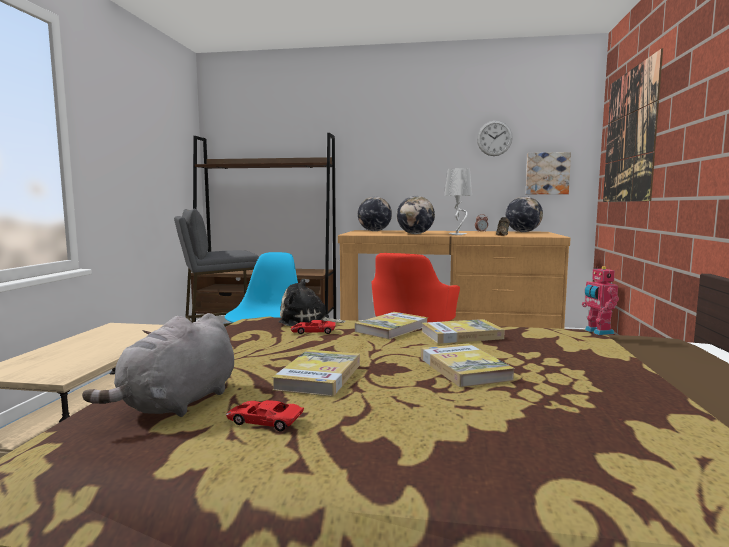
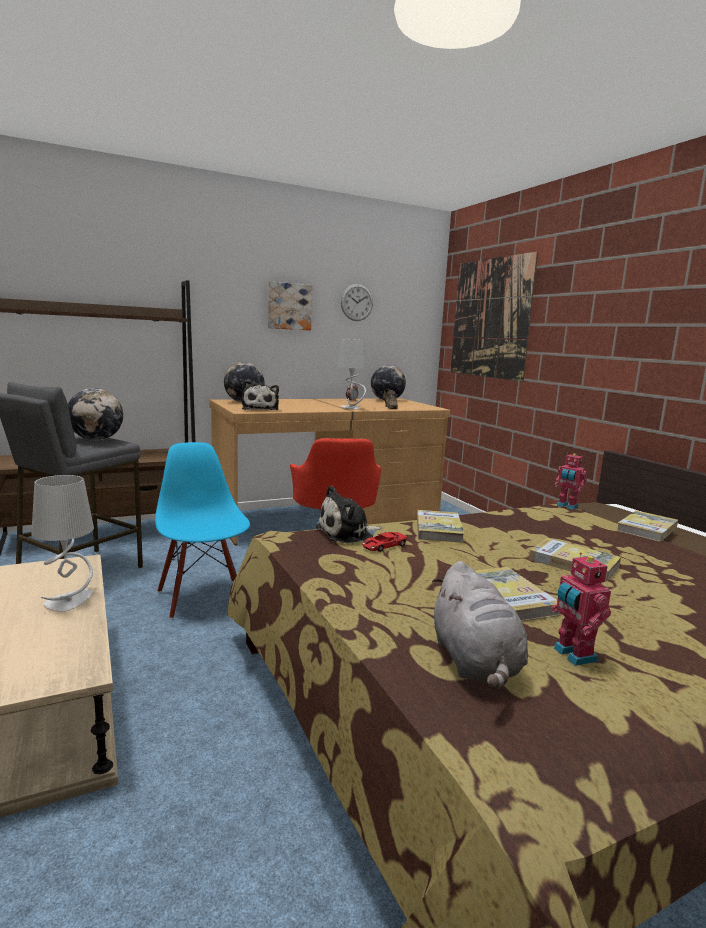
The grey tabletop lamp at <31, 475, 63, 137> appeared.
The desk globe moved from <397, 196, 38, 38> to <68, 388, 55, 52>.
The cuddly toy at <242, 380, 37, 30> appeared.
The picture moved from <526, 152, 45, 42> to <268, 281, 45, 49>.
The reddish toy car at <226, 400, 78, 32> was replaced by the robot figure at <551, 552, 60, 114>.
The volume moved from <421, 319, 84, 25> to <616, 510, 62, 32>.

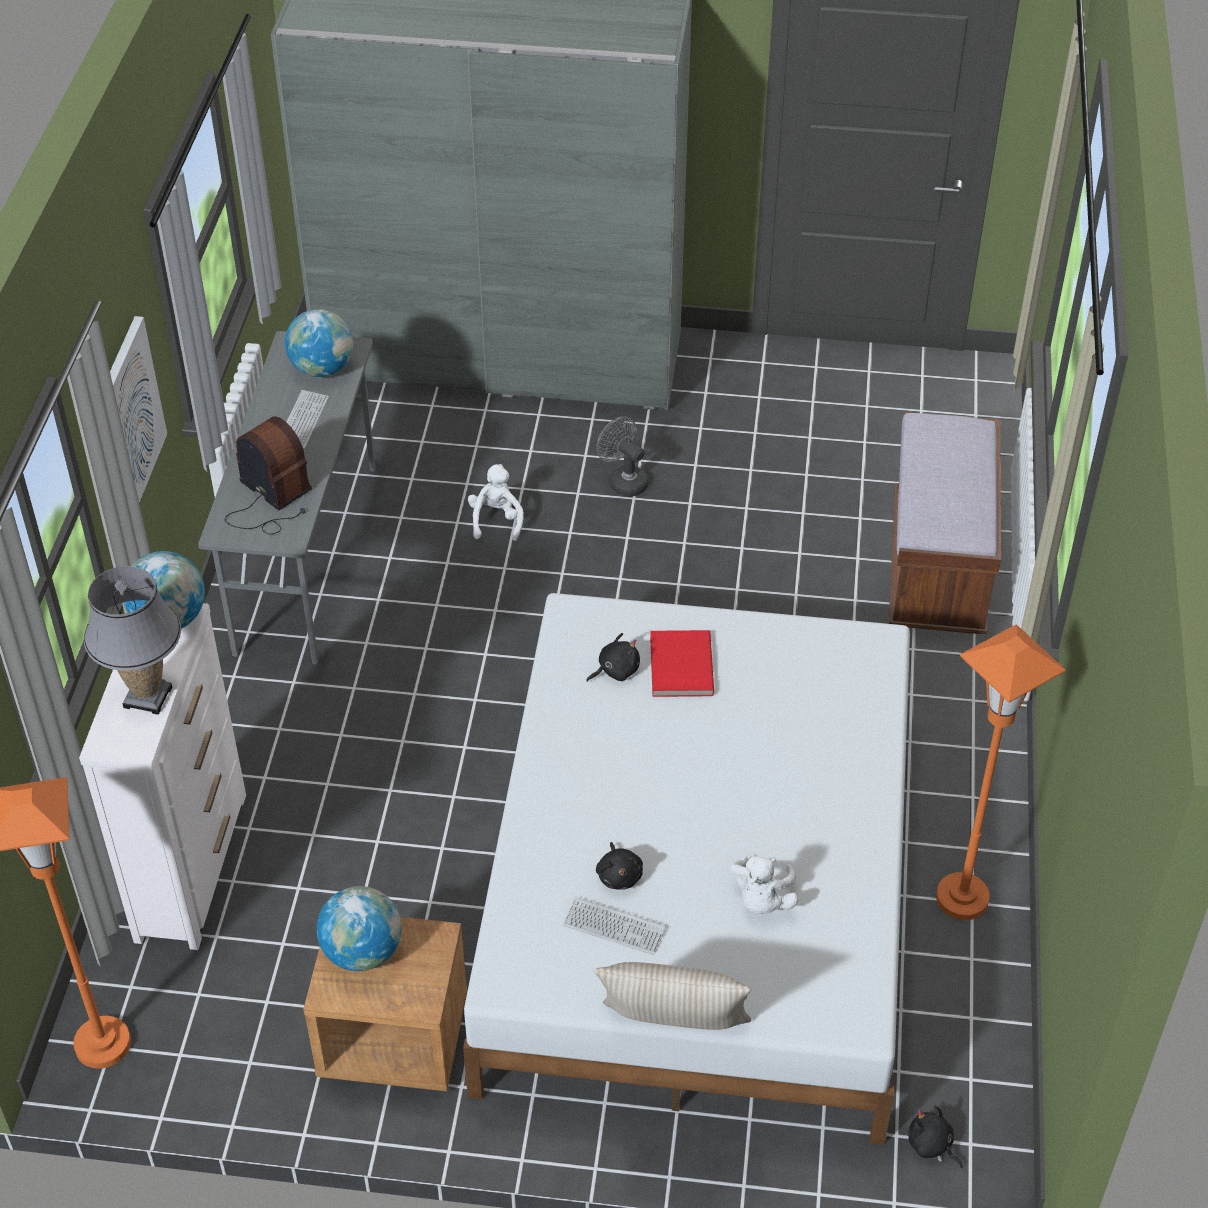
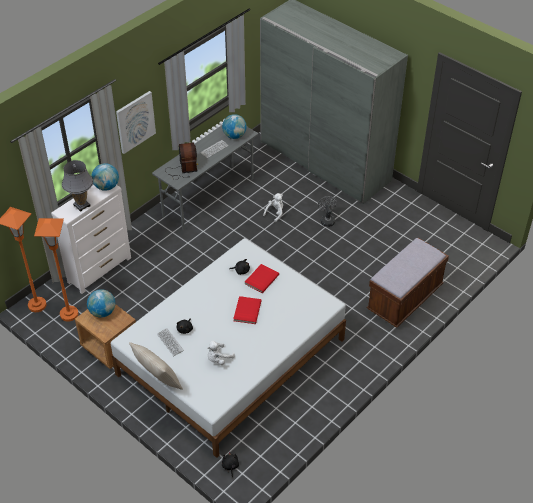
The orange-coloured standard lamp moved from <936, 624, 130, 296> to <34, 218, 44, 104>.
The reddish volume at <233, 296, 29, 28> appeared.

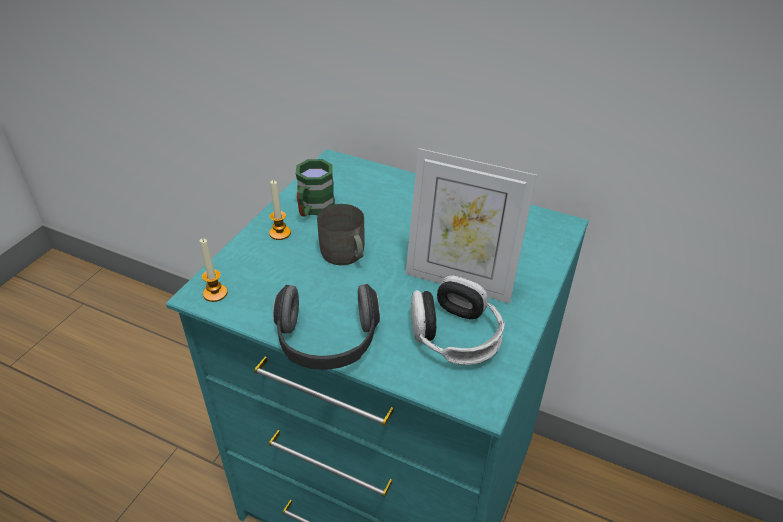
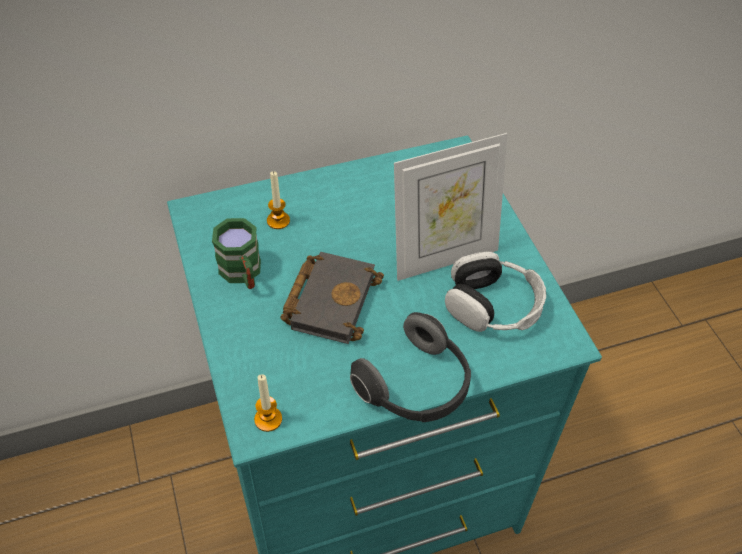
The wax light moved from <269, 180, 22, 60> to <267, 171, 23, 58>.
The grey coffee mug at <317, 204, 48, 61> was replaced by the blackish volume at <280, 252, 104, 92>.

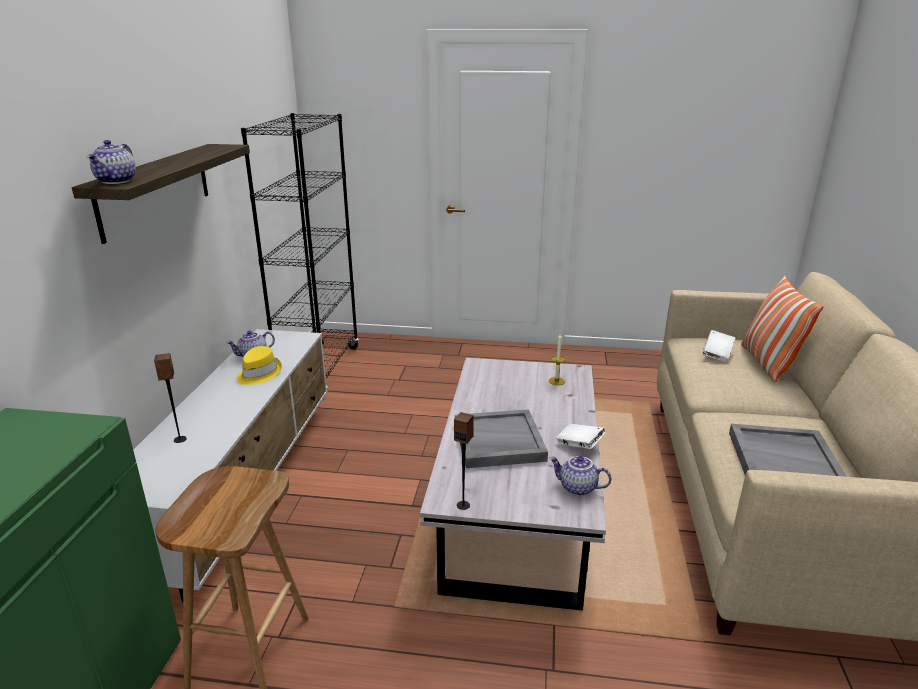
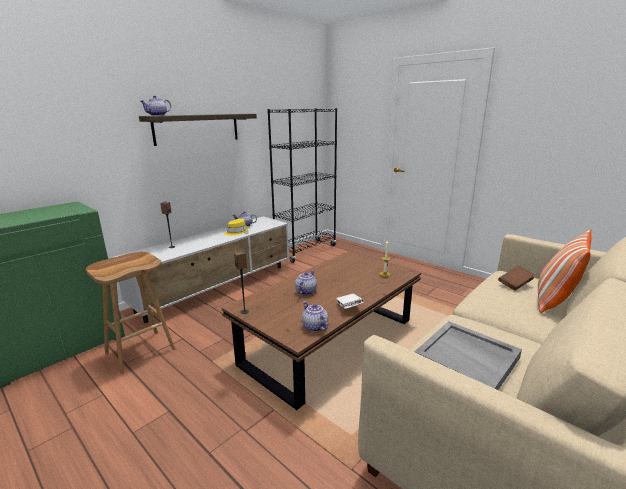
The white lounge table at <420, 357, 186, 253> became the brown-coloured lounge table at <222, 251, 199, 159>.
The grey serving tray at <455, 409, 93, 59> was replaced by the tea pot at <295, 271, 22, 24>.
The white volume at <702, 330, 33, 32> became the brown-coloured volume at <498, 266, 37, 25>.

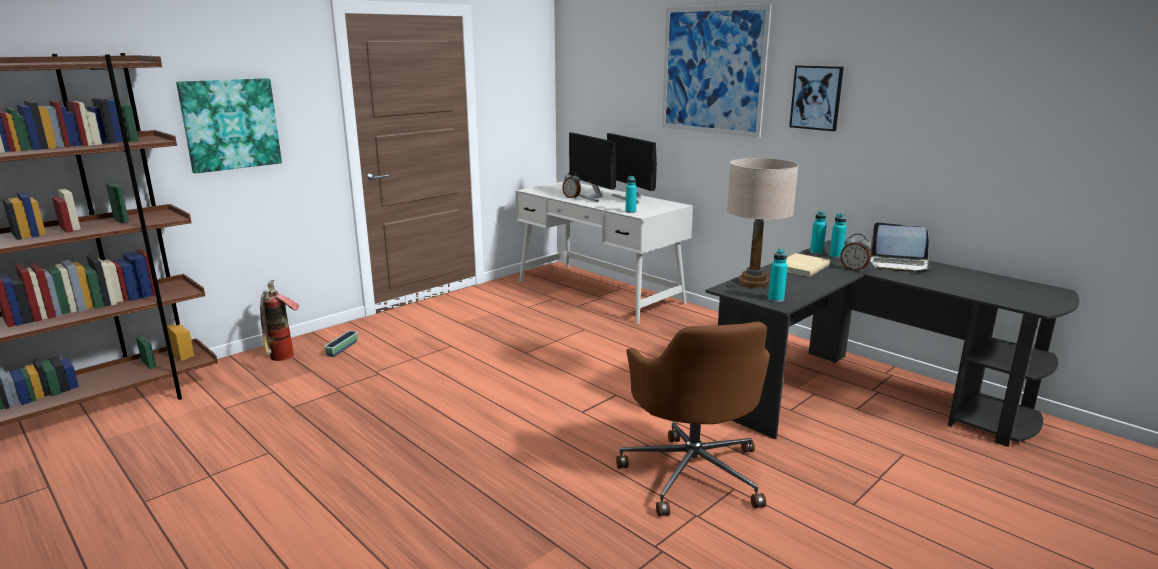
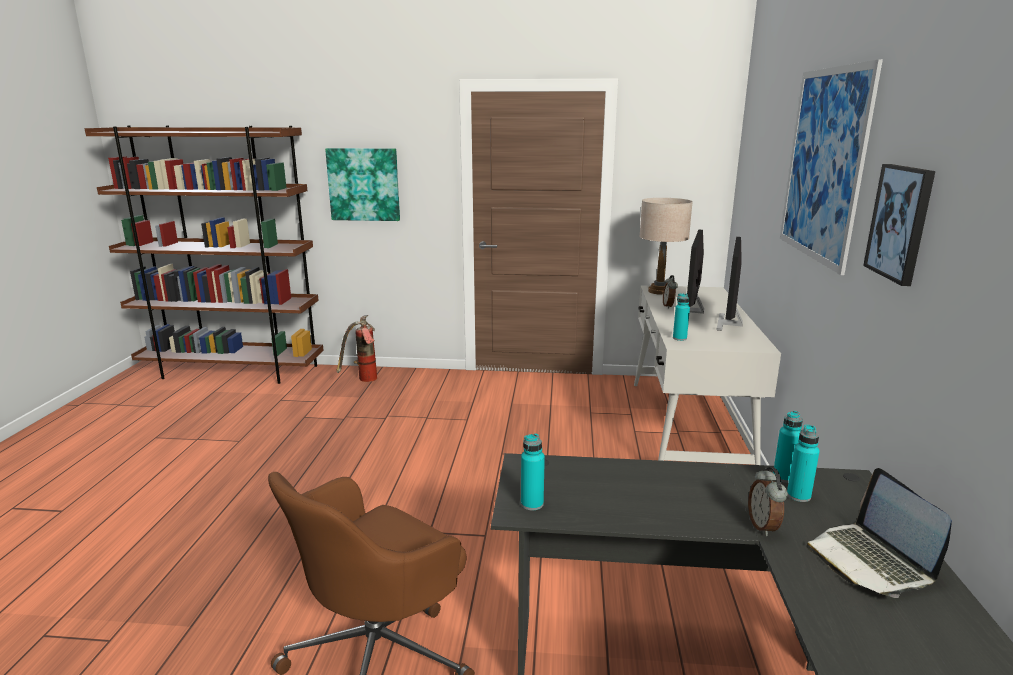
The sand-coloured tabletop lamp moved from <727, 158, 72, 130> to <639, 198, 54, 97>.
The plant pot at <324, 331, 34, 26> disappeared.
The sand-coloured volume at <786, 253, 44, 24> disappeared.

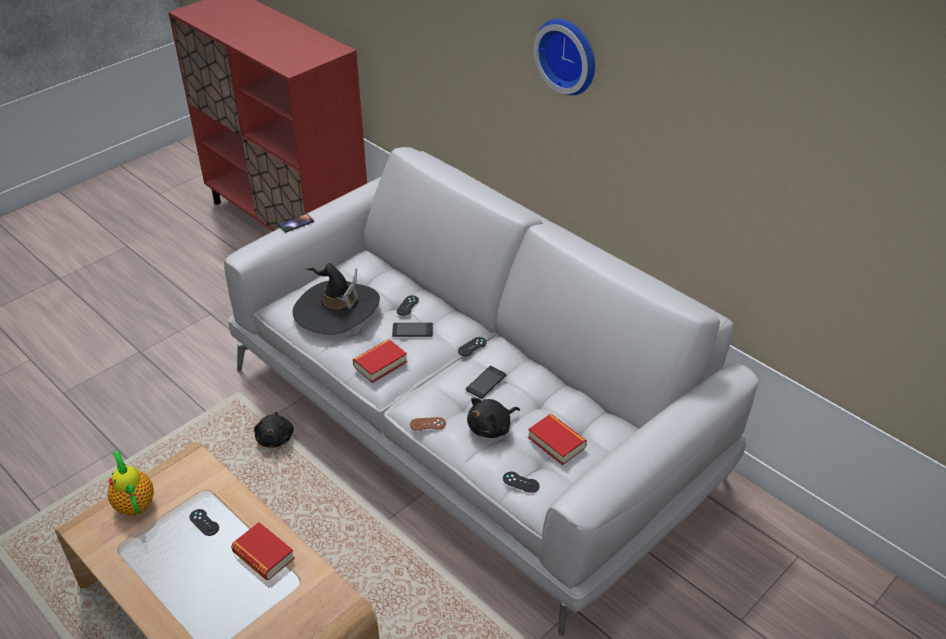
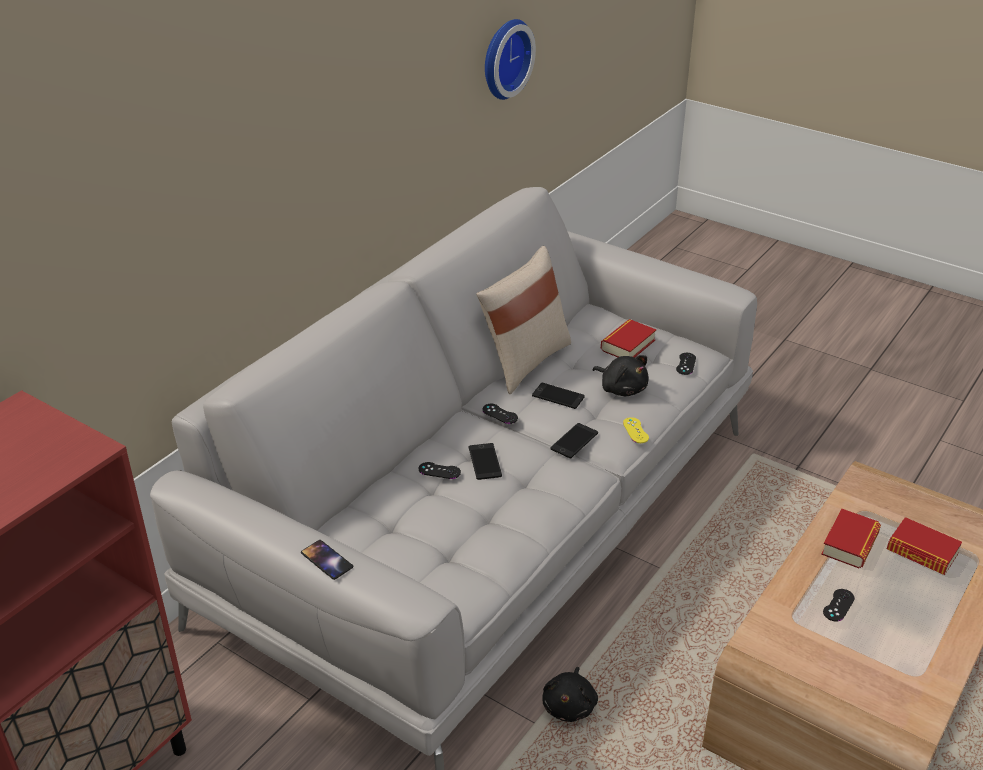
The sand-coloured throw pillow at <476, 246, 95, 148> appeared.
The wall clock moved from <533, 19, 62, 76> to <485, 19, 51, 81>.
The blackish cuddly toy at <254, 412, 40, 36> turned 120 degrees clockwise.
The phone at <551, 423, 47, 35> appeared.
The brown-coloured game controller at <410, 417, 36, 14> became the yellowish game controller at <623, 417, 26, 26>.
The volume moved from <353, 339, 54, 44> to <887, 517, 75, 58>.
The tea pot at <107, 451, 47, 65> disappeared.
The blackish wearable hat at <293, 263, 87, 72> disappeared.

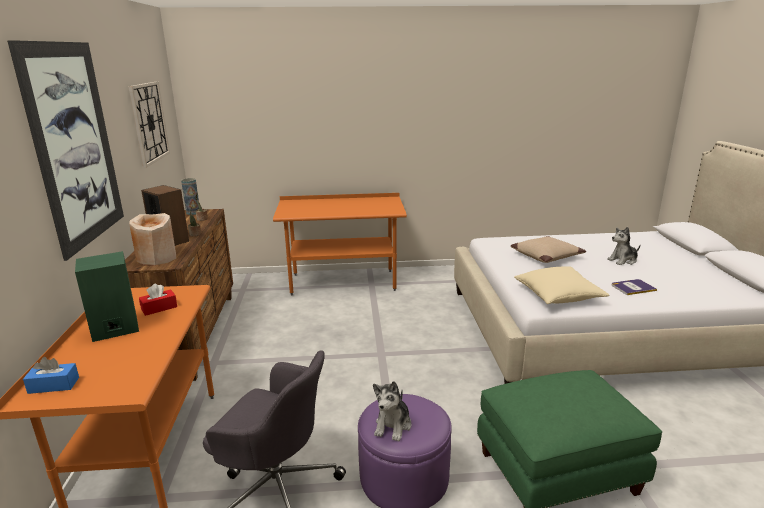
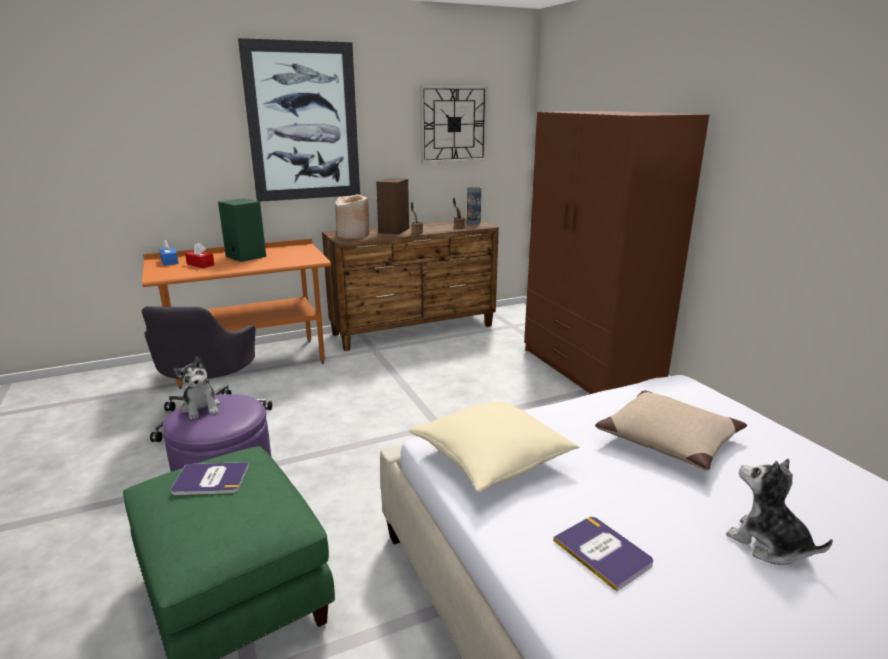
The volume at <171, 462, 78, 33> appeared.
The cuddly toy at <373, 381, 38, 60> turned 120 degrees counterclockwise.
The reddish tissue box moved from <139, 284, 38, 32> to <185, 243, 30, 25>.
The orange-coloured desk unit at <273, 193, 134, 102> was replaced by the brown-coloured clothes cupboard at <524, 111, 185, 283>.

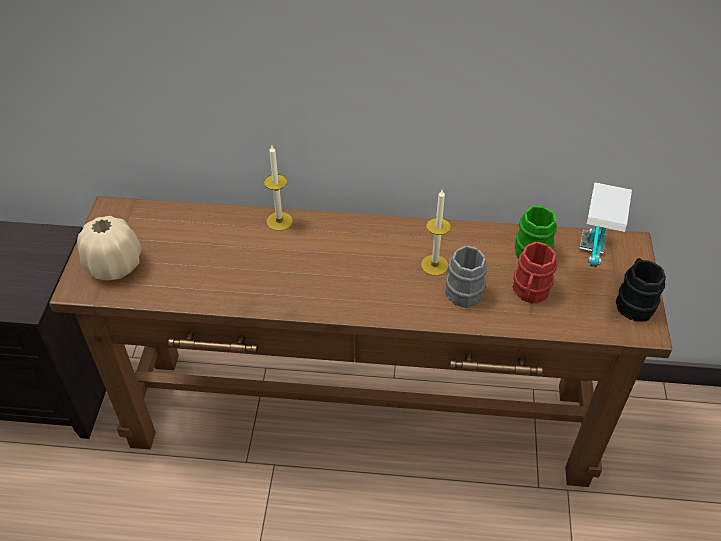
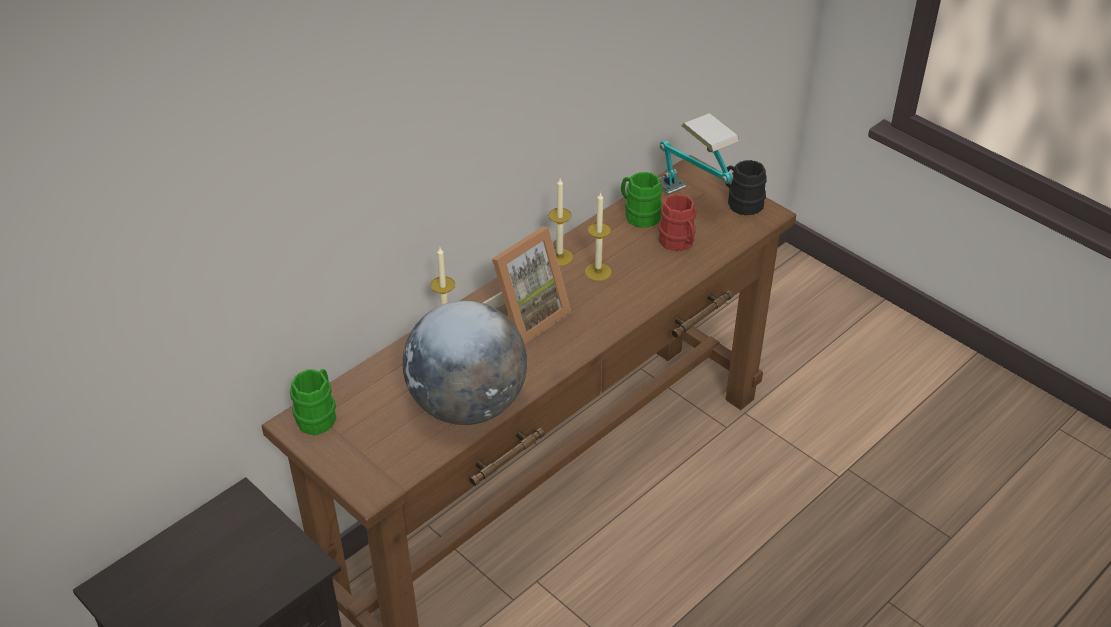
The green-coloured coffee mug at <290, 369, 46, 67> appeared.
The desk globe at <402, 301, 125, 124> appeared.
The picture frame at <483, 226, 88, 119> appeared.
The wax light at <548, 178, 25, 88> appeared.
The sand-coloured flower vase at <77, 216, 64, 65> disappeared.
The grey coffee mug at <446, 246, 41, 62> disappeared.

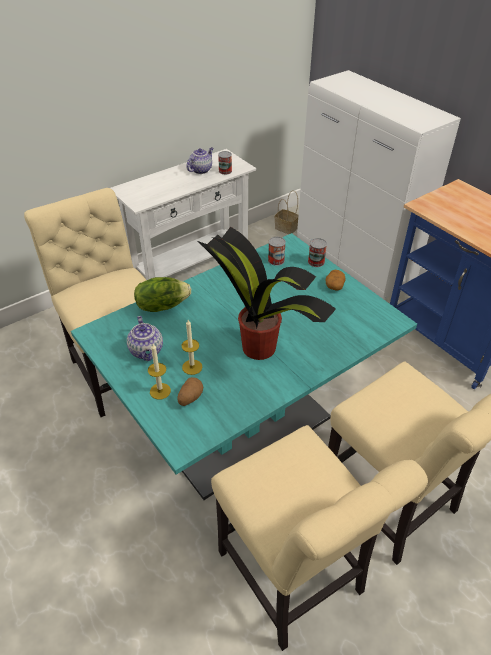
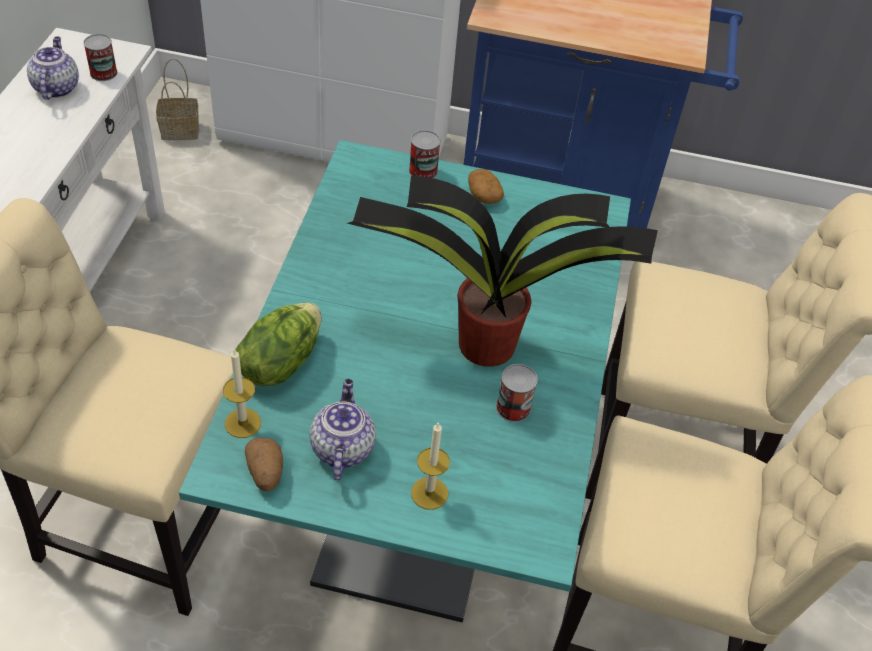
The wax light moved from <181, 320, 22, 55> to <223, 349, 38, 89>.
The potato moved from <177, 377, 26, 29> to <245, 437, 38, 54>.
The tea pot at <127, 316, 36, 45> turned 120 degrees counterclockwise.
The sealed can moved from <268, 237, 18, 29> to <496, 364, 42, 58>.

